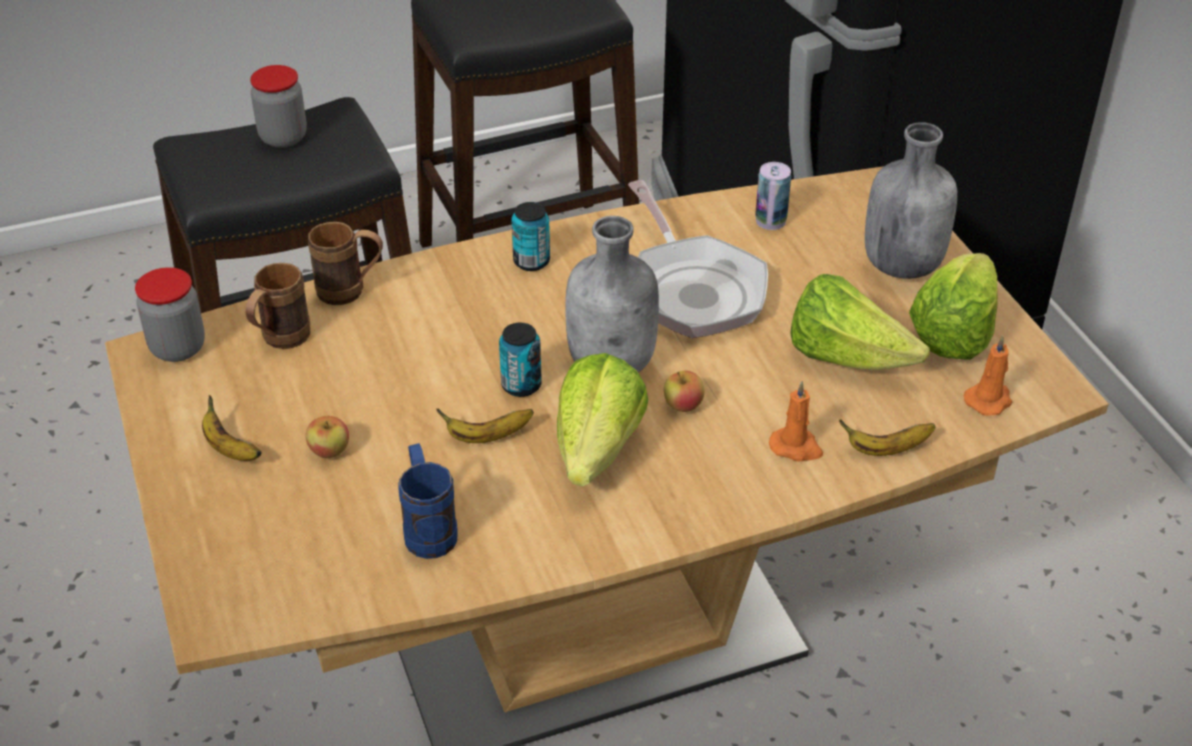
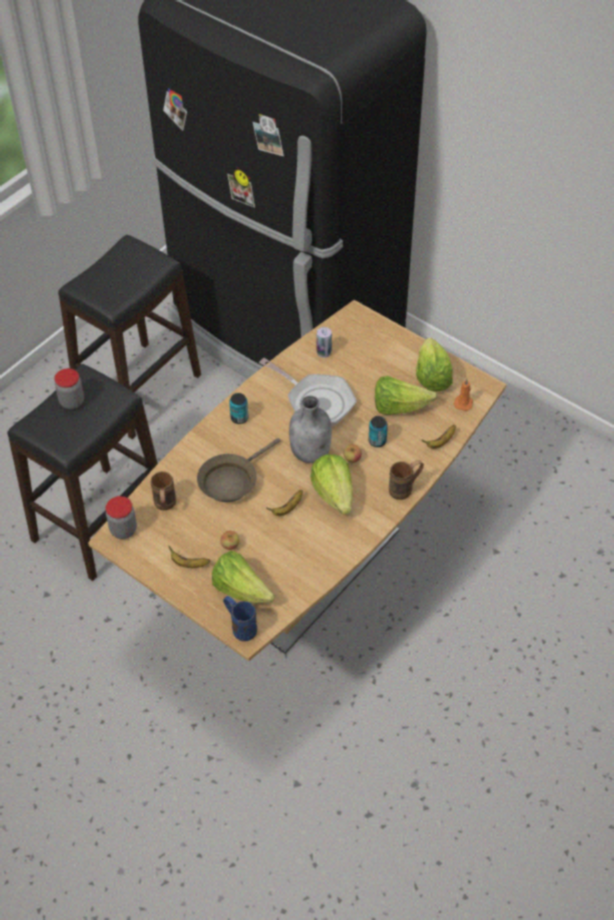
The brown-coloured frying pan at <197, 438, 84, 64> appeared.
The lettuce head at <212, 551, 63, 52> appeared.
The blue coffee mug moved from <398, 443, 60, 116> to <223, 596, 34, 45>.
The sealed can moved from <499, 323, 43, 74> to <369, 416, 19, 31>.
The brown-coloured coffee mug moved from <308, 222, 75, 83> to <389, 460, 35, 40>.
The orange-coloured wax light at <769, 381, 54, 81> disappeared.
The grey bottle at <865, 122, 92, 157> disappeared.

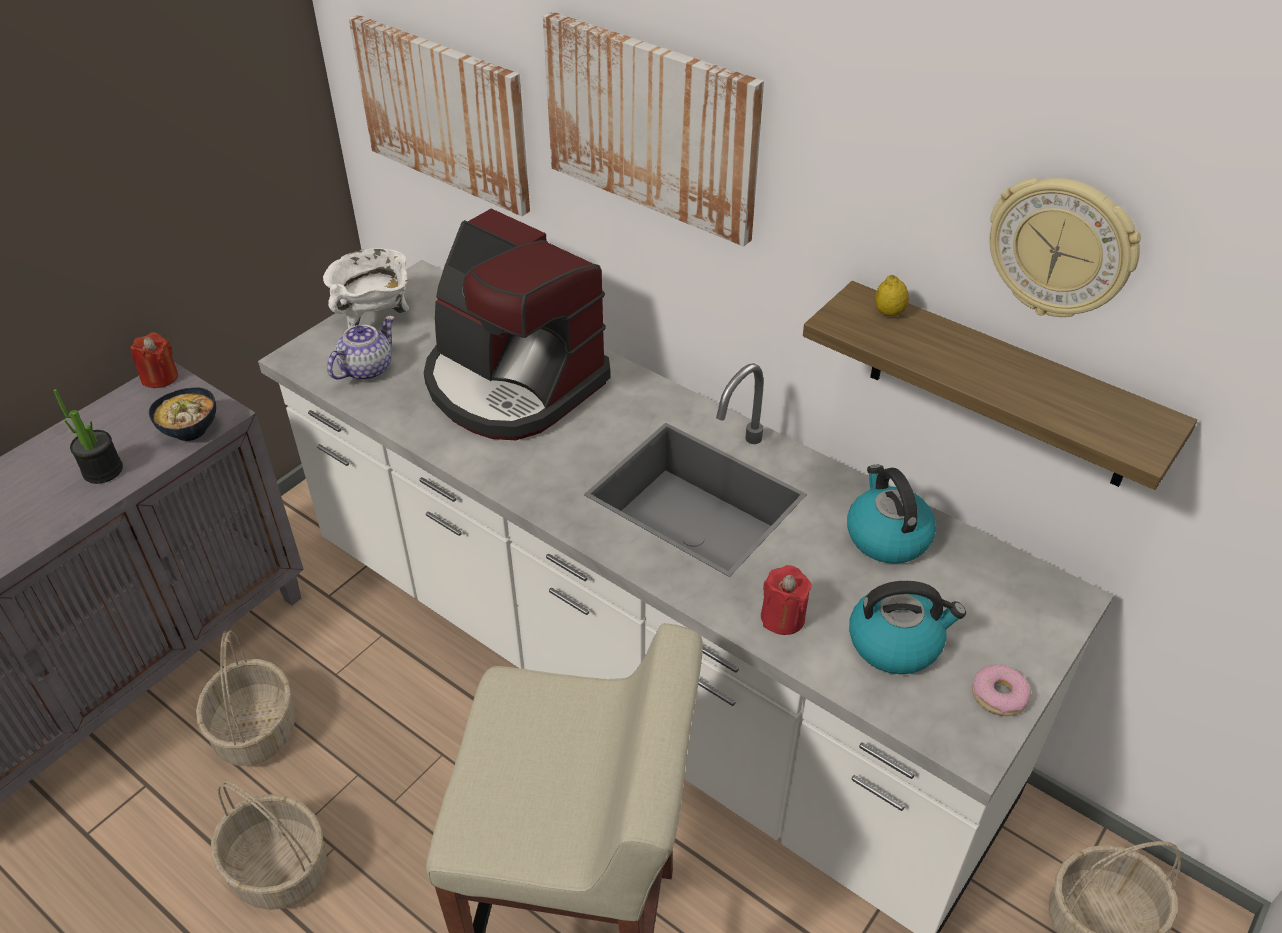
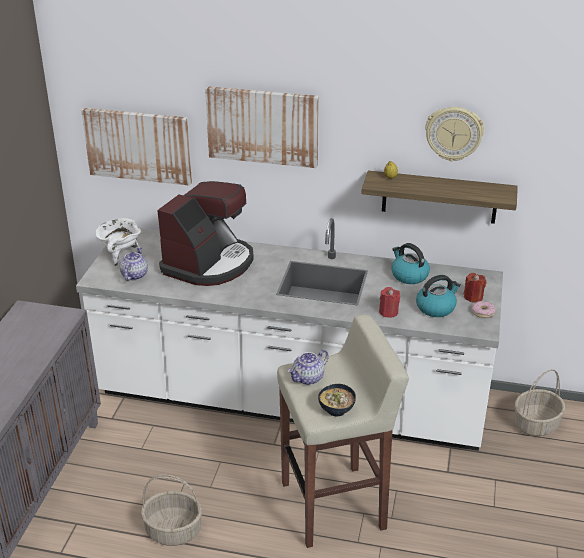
The coffee maker at <424, 208, 187, 232> turned 75 degrees counterclockwise.
The tea pot at <288, 349, 41, 36> appeared.
The serving bowl moved from <149, 387, 67, 54> to <318, 384, 38, 32>.
The reddish wax light moved from <130, 332, 48, 56> to <464, 273, 22, 29>.
The plant in a pot at <53, 389, 70, 95> disappeared.
The storage basket at <196, 630, 100, 136> disappeared.

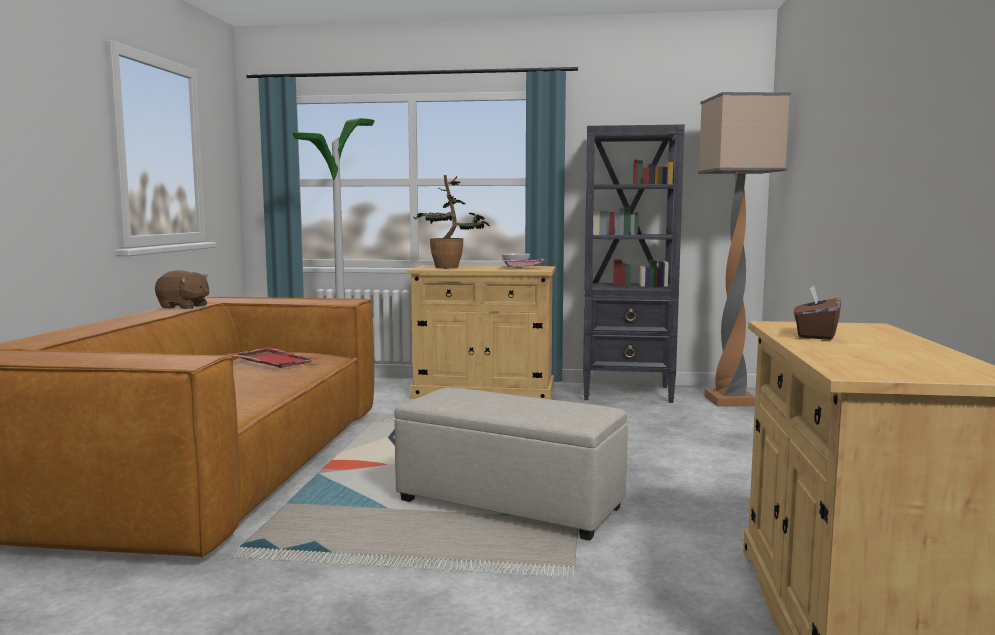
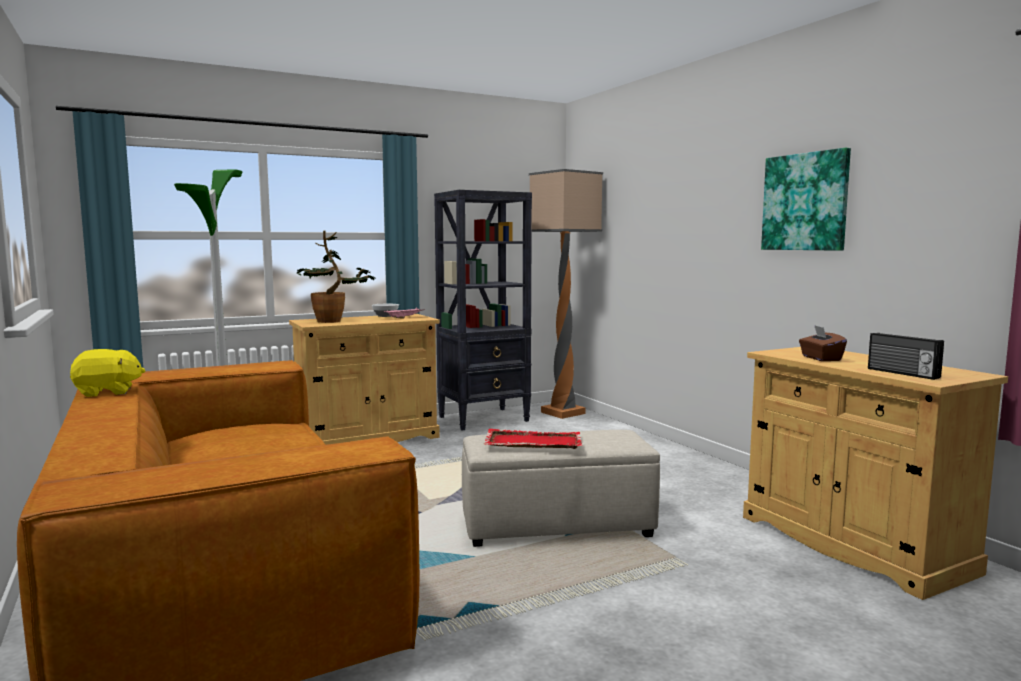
The brown-coloured cuddly toy at <155, 270, 54, 39> became the yellowish cuddly toy at <70, 349, 76, 48>.
The reddish serving tray moved from <227, 347, 95, 21> to <484, 429, 98, 20>.
The picture at <761, 148, 90, 103> appeared.
The radio receiver at <868, 333, 76, 47> appeared.

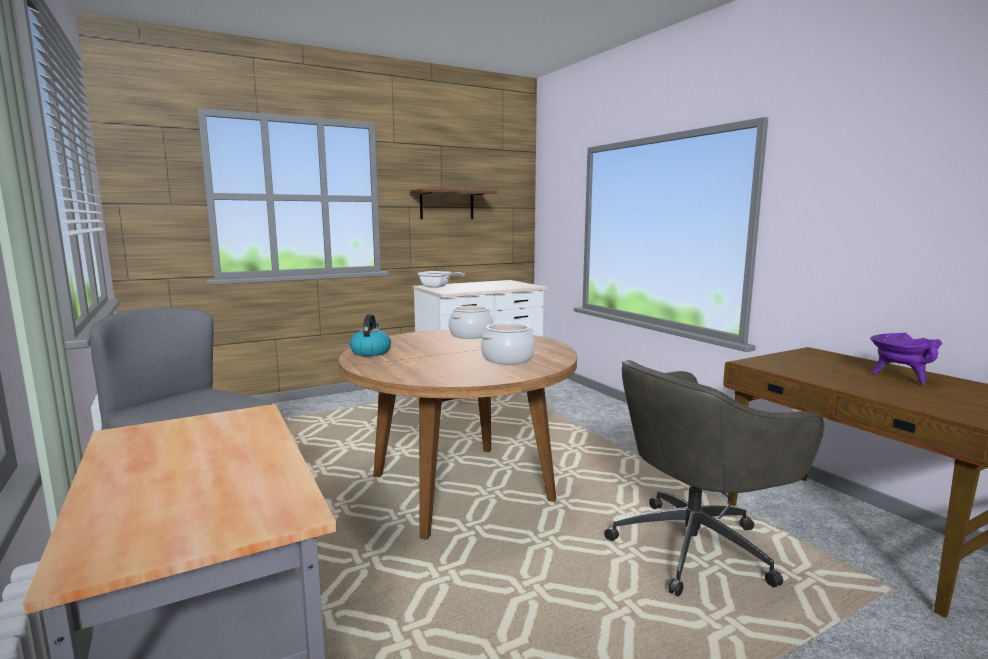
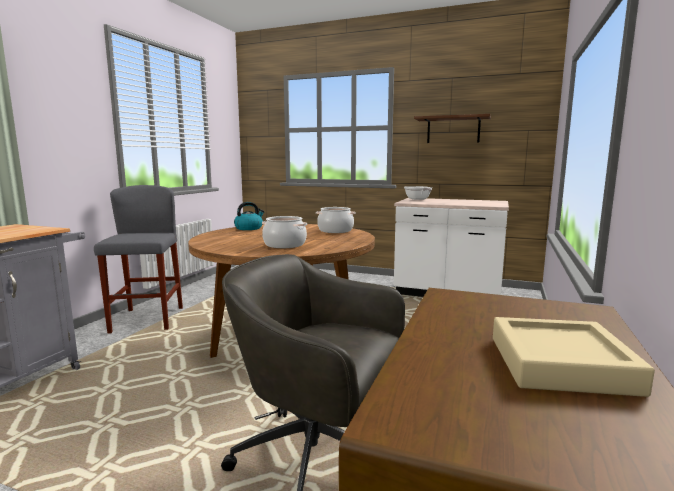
The purplish cooking pot at <870, 333, 72, 52> was replaced by the sand-coloured serving tray at <493, 317, 162, 80>.

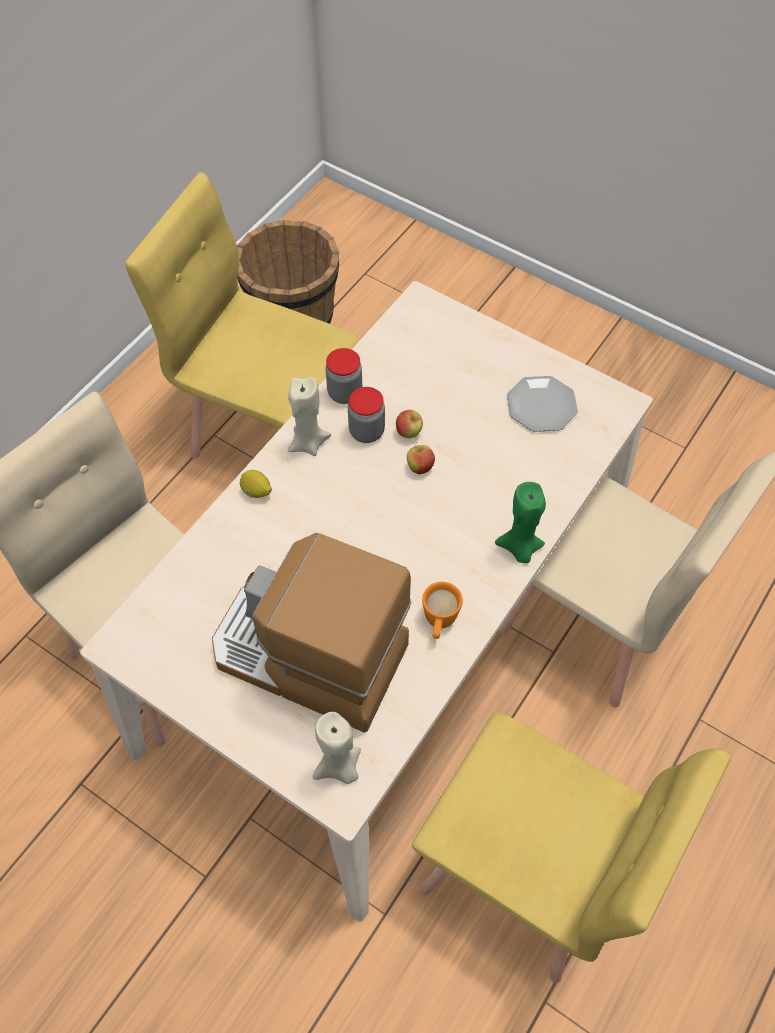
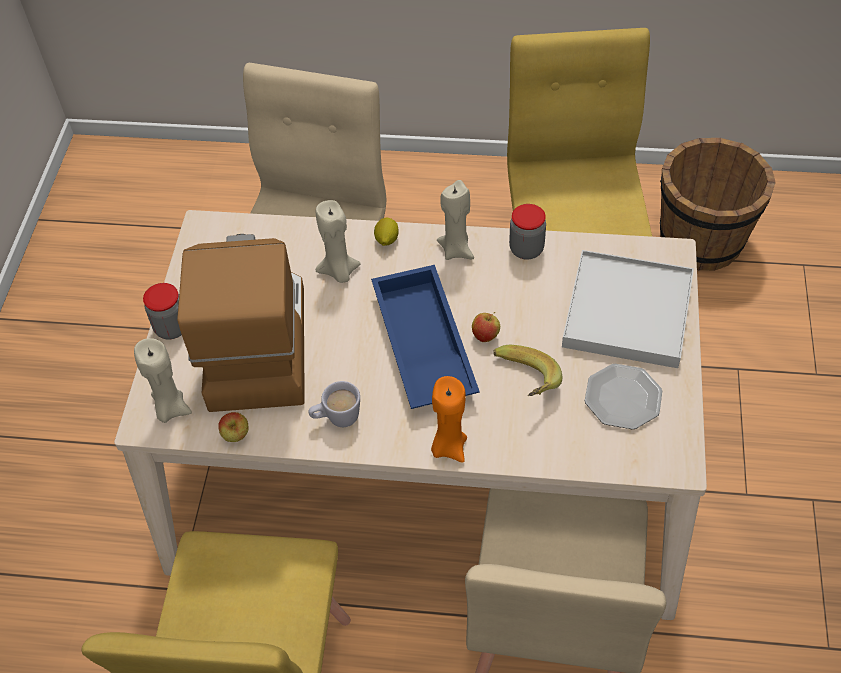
The preserve jar moved from <348, 387, 37, 56> to <143, 283, 39, 56>.
The whole apple moved from <396, 409, 27, 29> to <218, 412, 30, 30>.
The orange-coloured coffee mug at <422, 582, 41, 57> became the white coffee mug at <308, 381, 52, 46>.
The sand-coloured wax light at <316, 200, 45, 83> appeared.
The blue serving tray at <371, 265, 109, 144> appeared.
The green-coloured wax light at <495, 482, 51, 81> became the orange-coloured wax light at <431, 376, 36, 87>.
The whole banana at <493, 345, 69, 51> appeared.
The white serving tray at <562, 250, 132, 118> appeared.

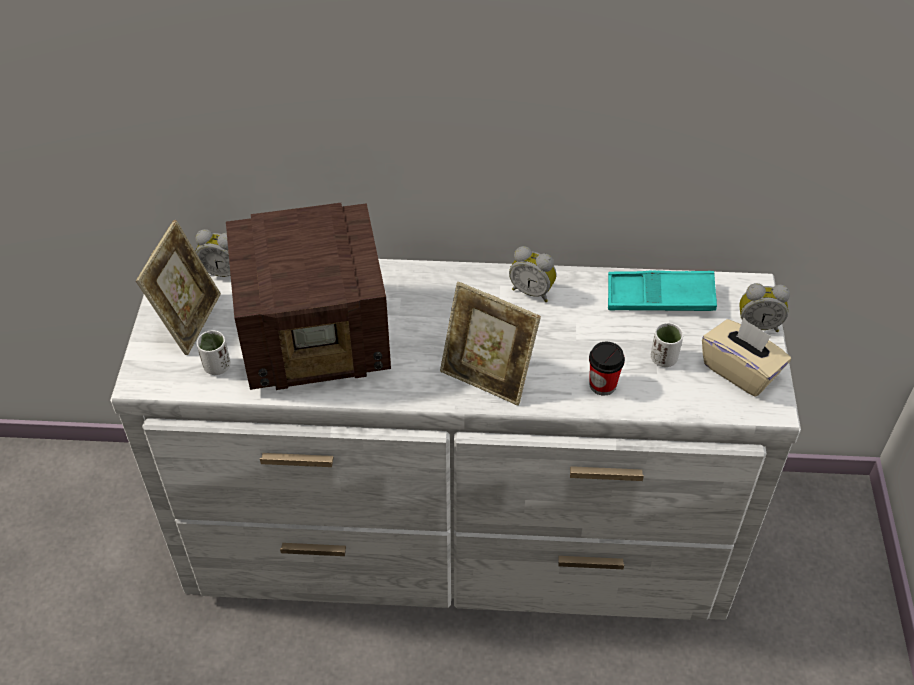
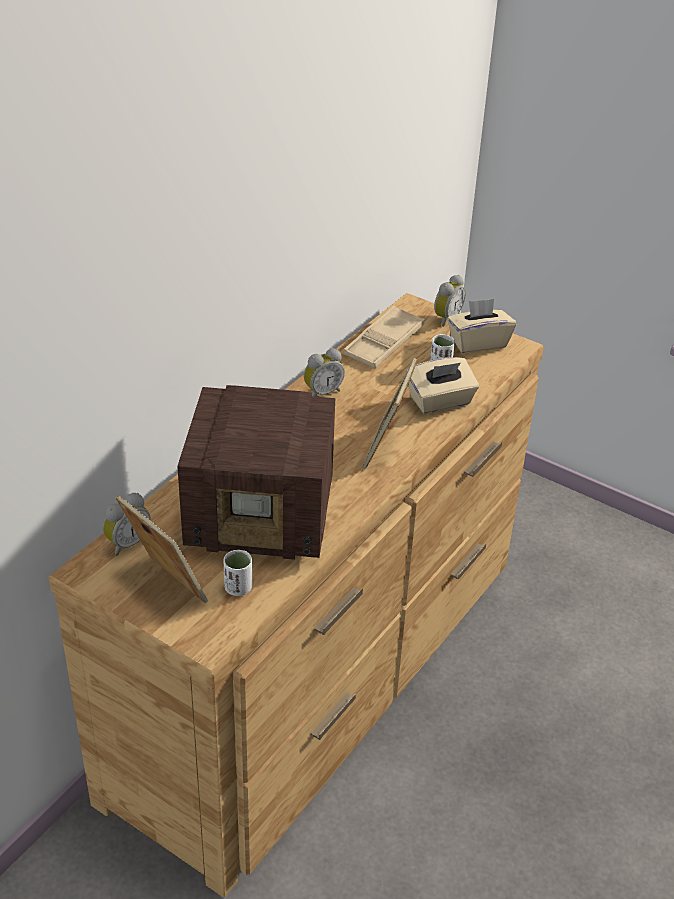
The white drawer chest at <110, 259, 691, 361> became the brown-coloured drawer chest at <49, 293, 495, 604>.
The radio receiver at <226, 203, 165, 187> turned 75 degrees clockwise.
The blue-green serving tray at <608, 271, 109, 40> became the sand-coloured serving tray at <343, 306, 82, 62>.
The picture frame at <440, 282, 101, 124> turned 135 degrees clockwise.
The small cup at <589, 342, 36, 54> was replaced by the sand-coloured tissue box at <406, 357, 73, 57>.

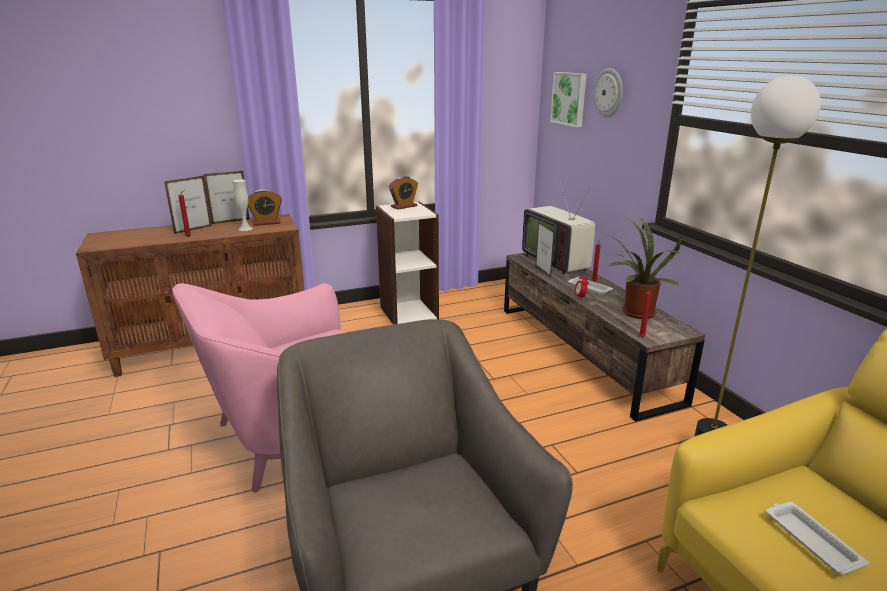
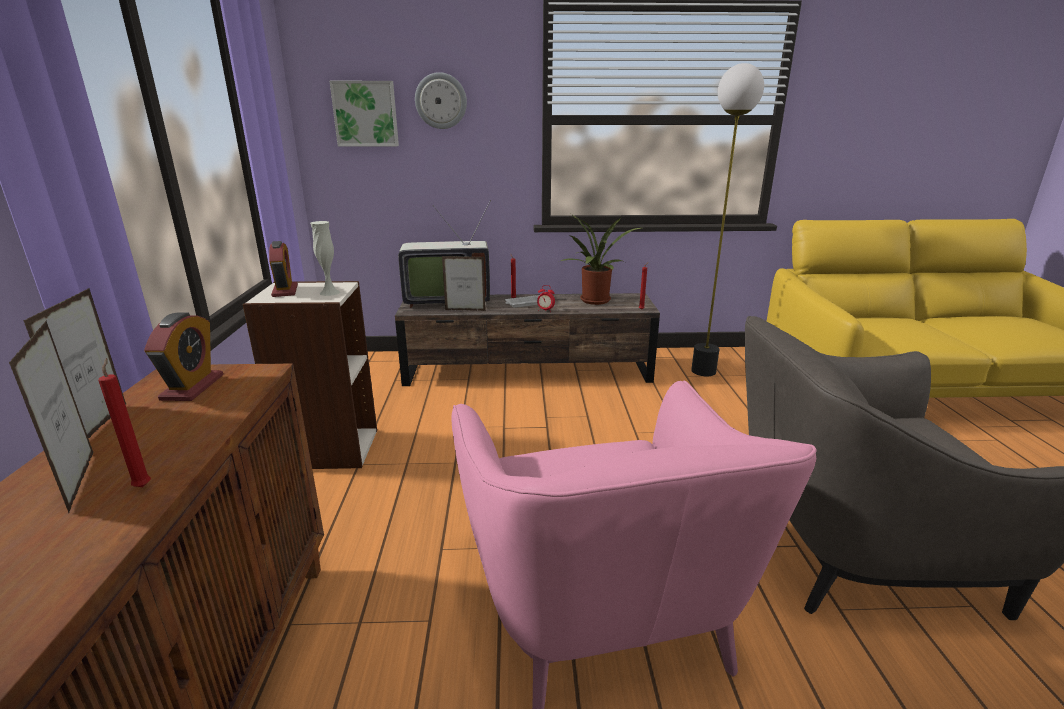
The white flower vase moved from <232, 179, 21, 52> to <310, 221, 30, 75>.
The white serving tray at <766, 502, 103, 73> disappeared.

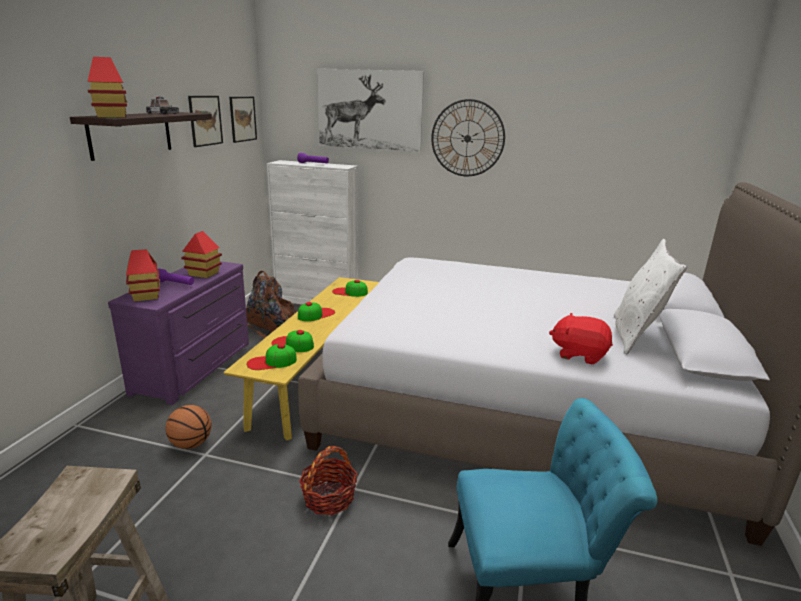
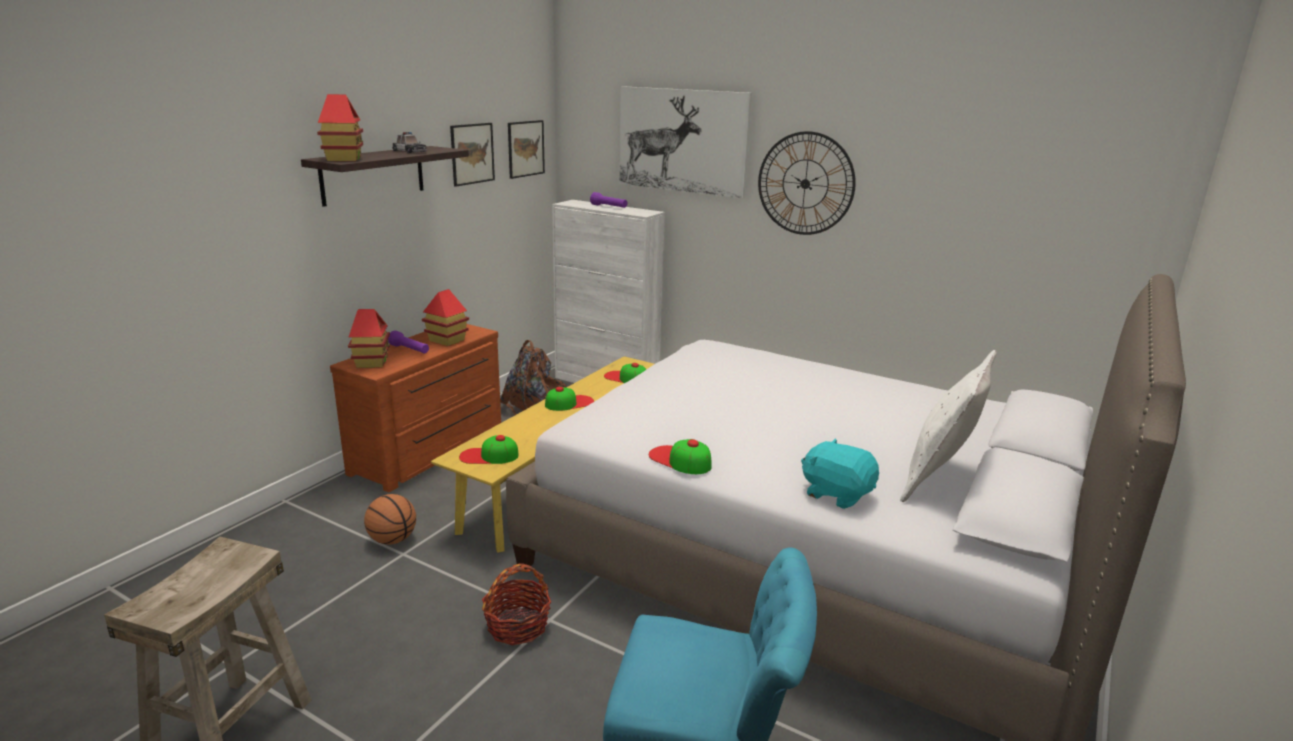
The purplish drawer chest at <108, 261, 141, 144> became the brown-coloured drawer chest at <330, 324, 171, 168>.
The peaked cap moved from <271, 330, 43, 22> to <649, 439, 63, 35>.
The reddish cuddly toy at <549, 313, 64, 52> became the blue-green cuddly toy at <801, 438, 78, 71>.

